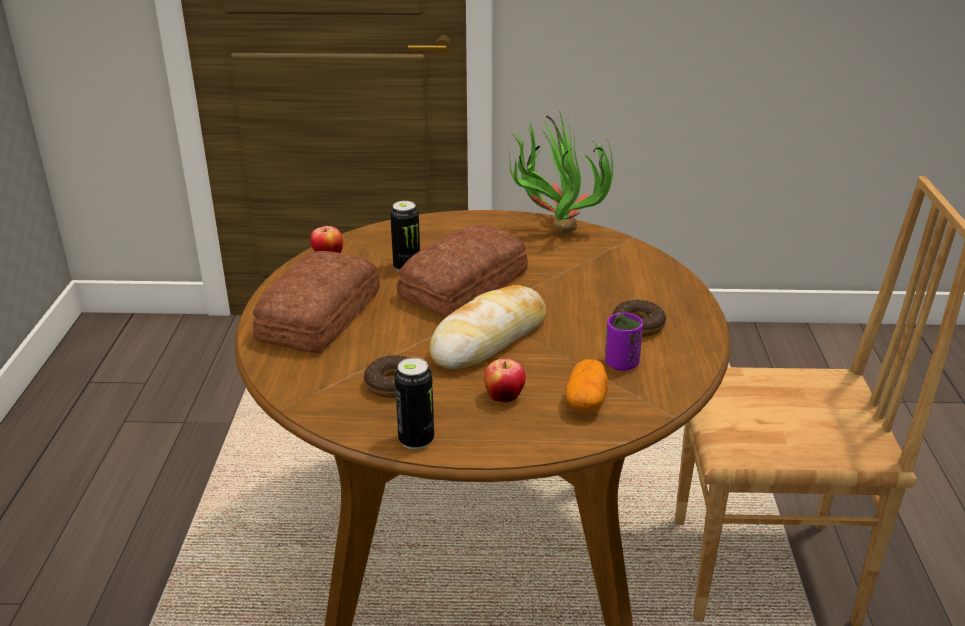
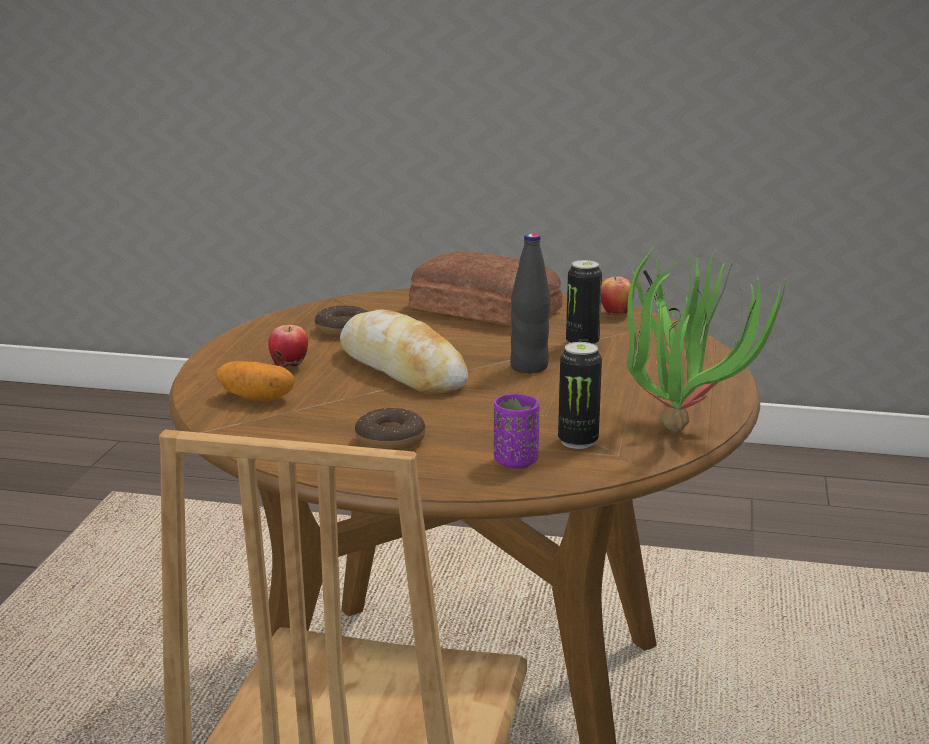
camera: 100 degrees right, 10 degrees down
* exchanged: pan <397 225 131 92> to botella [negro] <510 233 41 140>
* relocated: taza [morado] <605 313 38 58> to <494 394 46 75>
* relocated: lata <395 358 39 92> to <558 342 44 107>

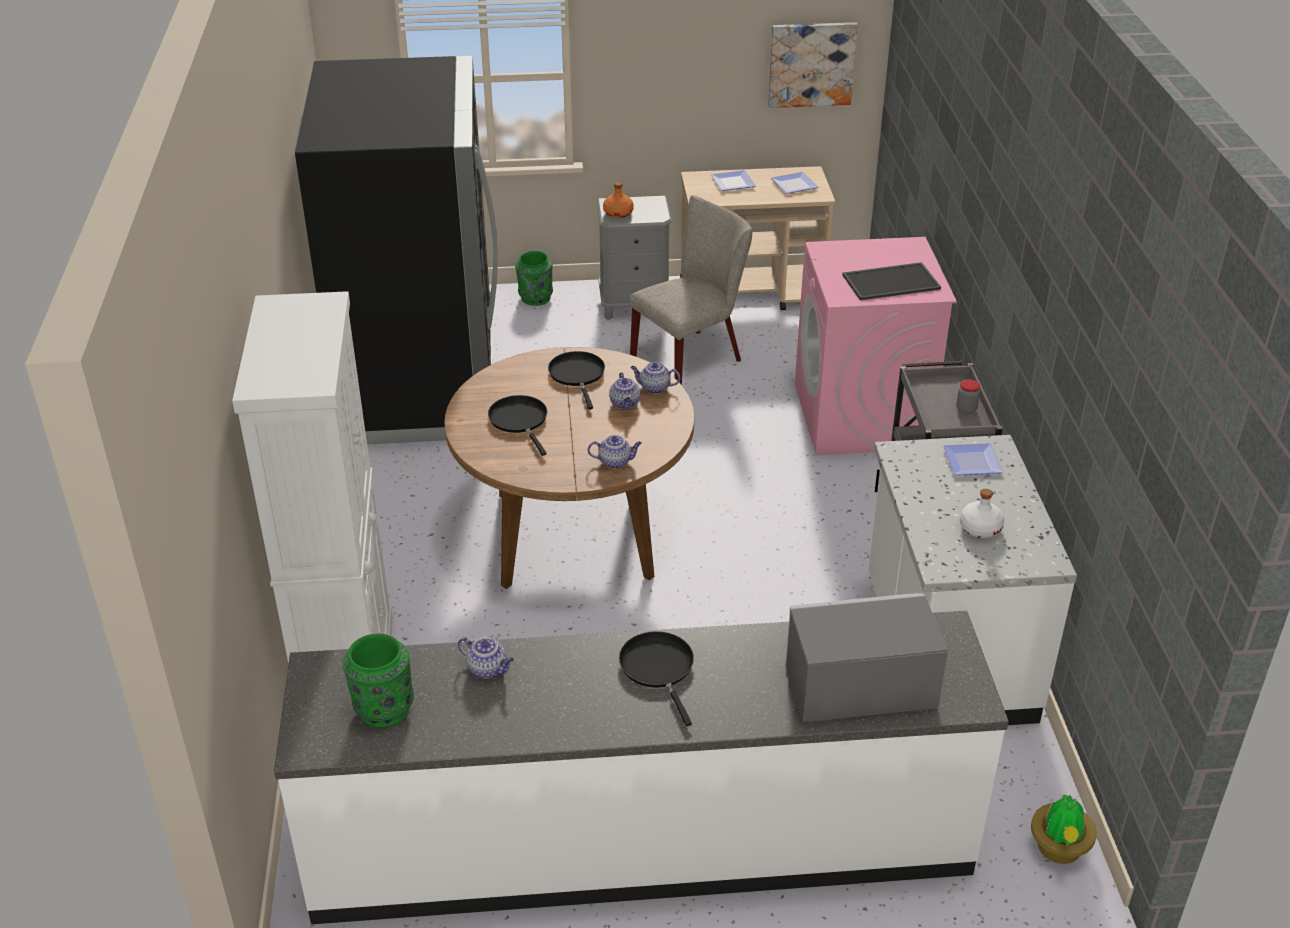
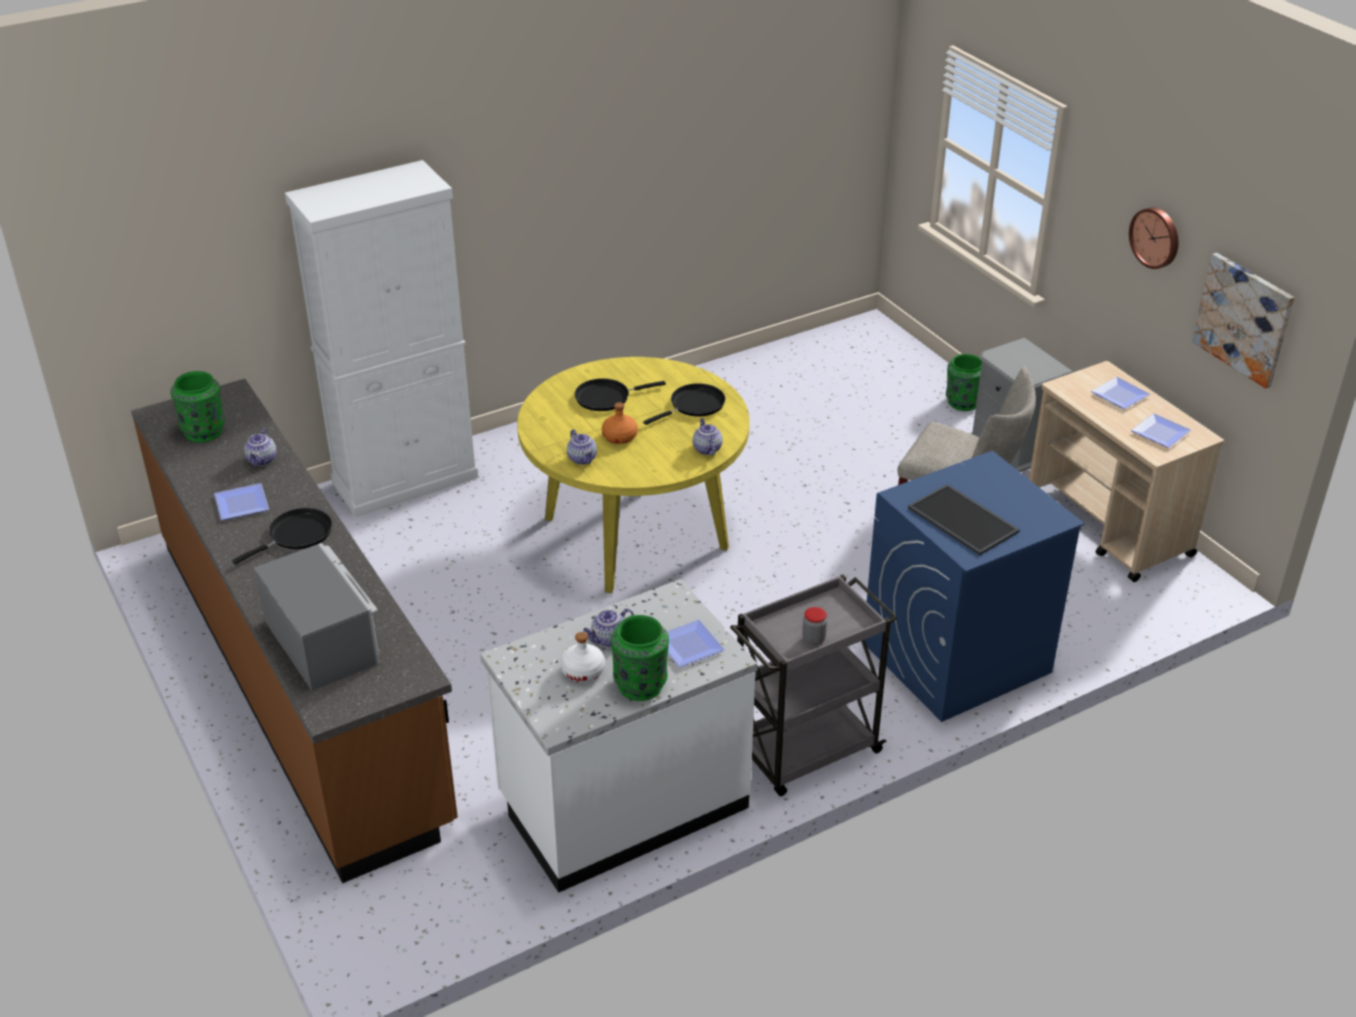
camera: 65 degrees right, 0 degrees up
* missing: nevera [negro] <295 56 203 389>
* relocated: botella [naranja] <603 182 31 36> to <602 402 36 42>
* colour: lavadora [rosa] <795 237 162 219> to lavadora [azul] <865 451 220 271>
* colour: mesa de comedor [marrón] <444 347 251 242> to mesa de comedor [amarillo] <517 357 233 236>
* relocated: tetera <609 372 32 37> to <583 608 51 39>
* spun: sartén [negro] <488 395 59 61> = <575 378 91 33> 150 degrees counterclockwise
* colour: mueble bajo de cocina [blanco] <274 611 735 313> to mueble bajo de cocina [marrón] <131 379 327 504>
* missing: planta en maceta <1031 793 66 71>
* appeared: reloj de pared <1129 207 49 62>
* appeared: plato <214 483 55 37>
* appeared: florero [verde] <611 615 58 86>

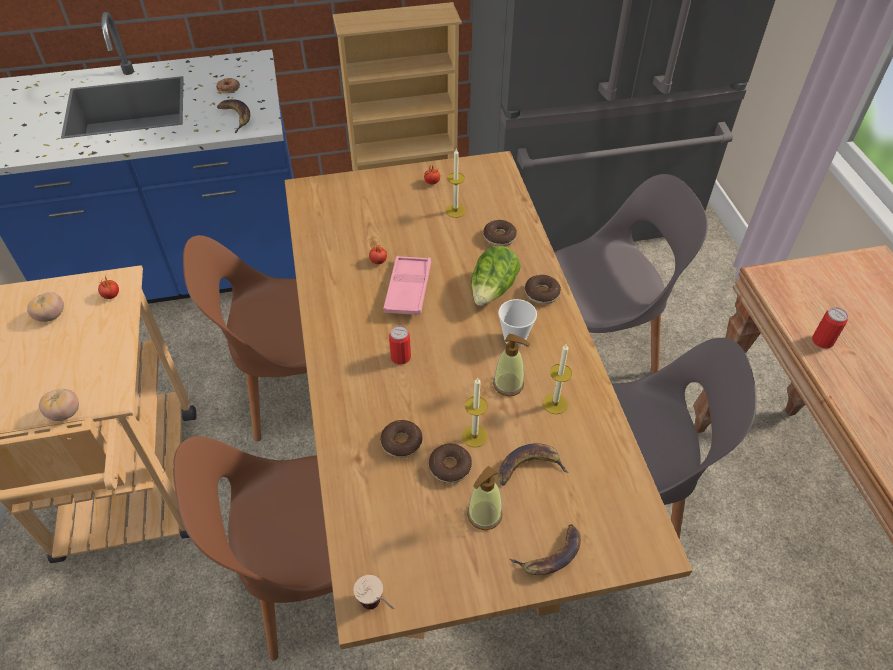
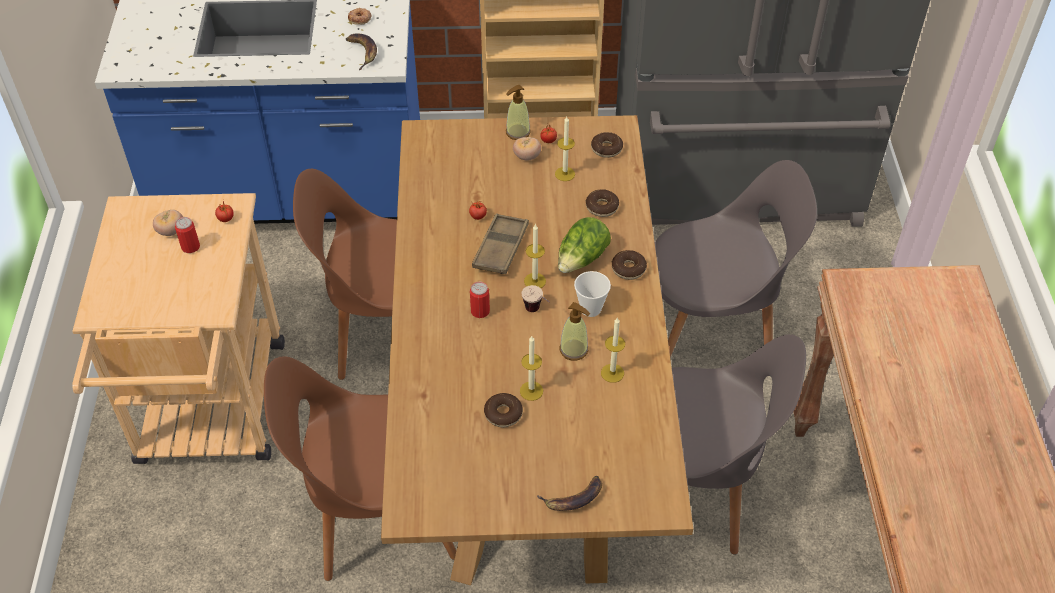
camera: 10 degrees right, 0 degrees up
* colour: bandeja [rosa] <383 256 48 59> to bandeja [marrón] <472 213 57 61>
* relocated: lata <812 307 36 42> to <175 217 25 36>
* relocated: tomate <39 389 40 32> to <513 137 28 24>
* relocated: rosquilla <380 420 42 38> to <591 132 32 26>
* missing: plátano <498 443 71 42>
* relocated: dispensador de jabón <467 466 36 64> to <506 85 25 55>
* relocated: taza <353 575 41 35> to <521 285 29 27>
* appeared: vela <524 224 22 64>

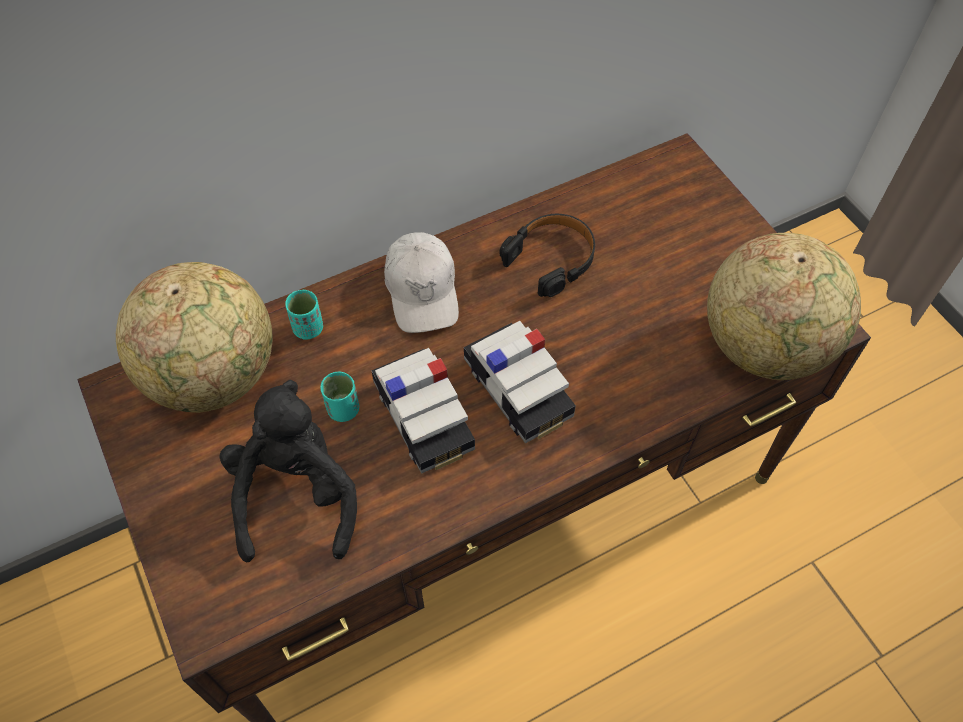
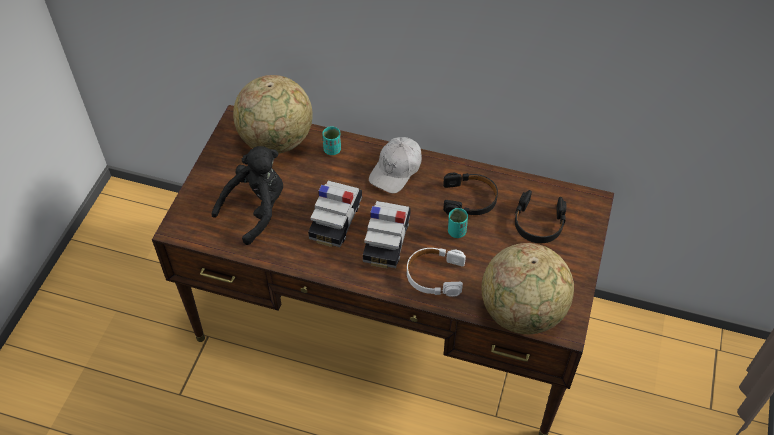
camera: 45 degrees right, 5 degrees down
* relocated: taza [turquesa] <320 371 39 51> to <448 208 20 30>
* appeared: auriculares [negro] <514 190 52 53>
* appeared: auriculares [blanco] <407 248 59 49>

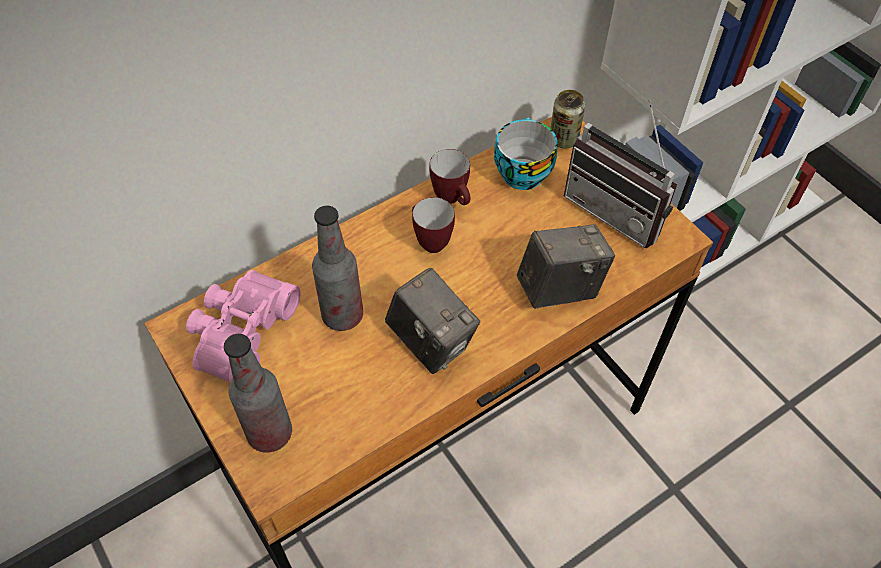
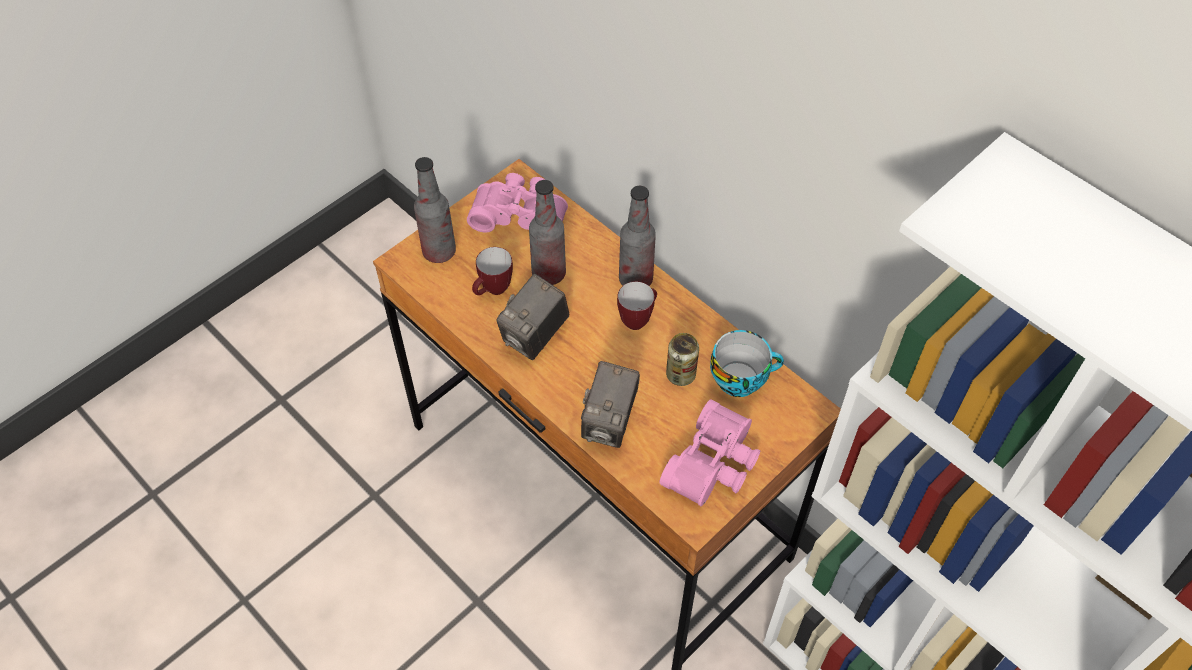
camera: 80 degrees right, 0 degrees up
* relocated: lata <550 90 35 59> to <666 333 33 53>
* exchanged: radio <564 99 113 149> to prismáticos [rosa] <659 399 101 107>
* relocated: taza grande <429 149 42 56> to <472 247 41 48>
* spun: cámara <517 224 98 85> = <581 361 59 87> 45 degrees clockwise
* appeared: botella <619 186 37 100>

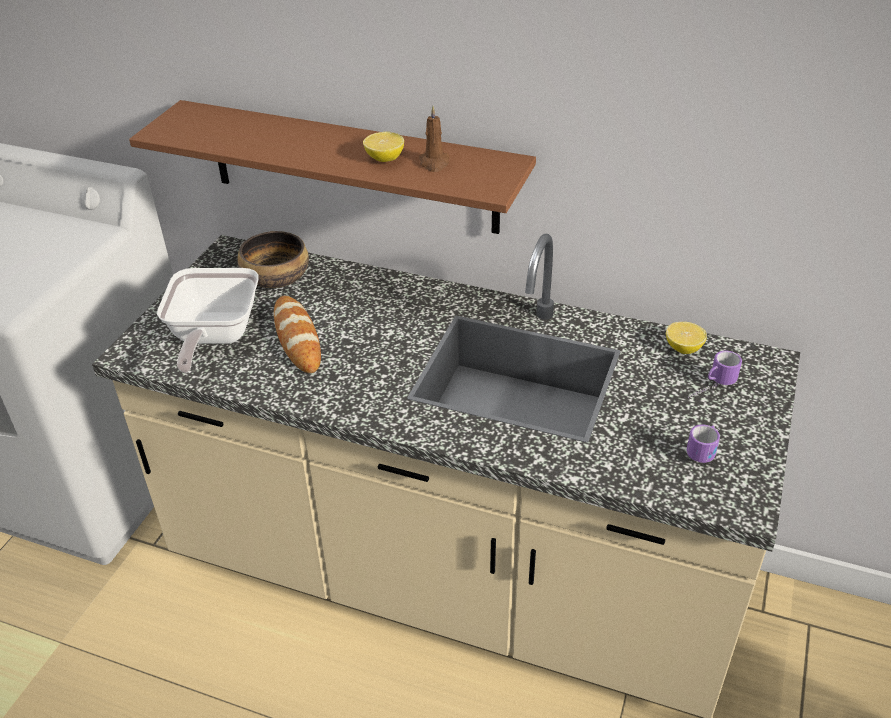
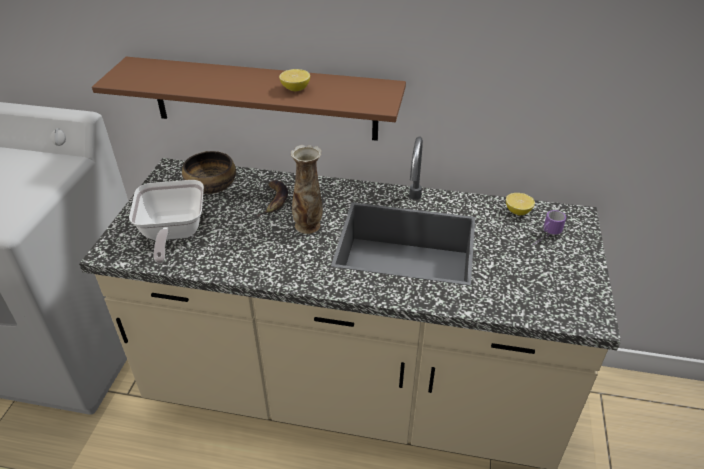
camera: 10 degrees left, 0 degrees up
* missing: vela [marrón] <419 106 31 66>
* missing: pan <274 296 47 77>
* missing: taza grande <687 424 33 39>
* appeared: florero <291 145 31 89>
* appeared: plátano <257 180 31 37>

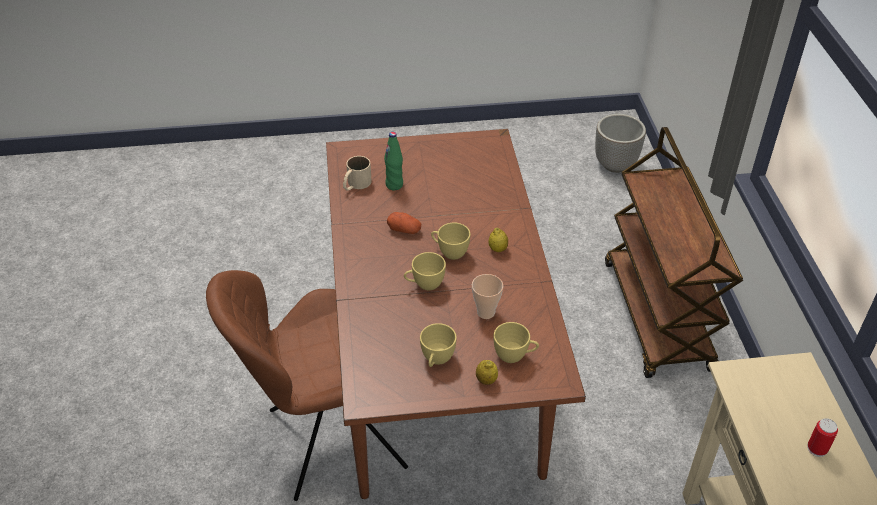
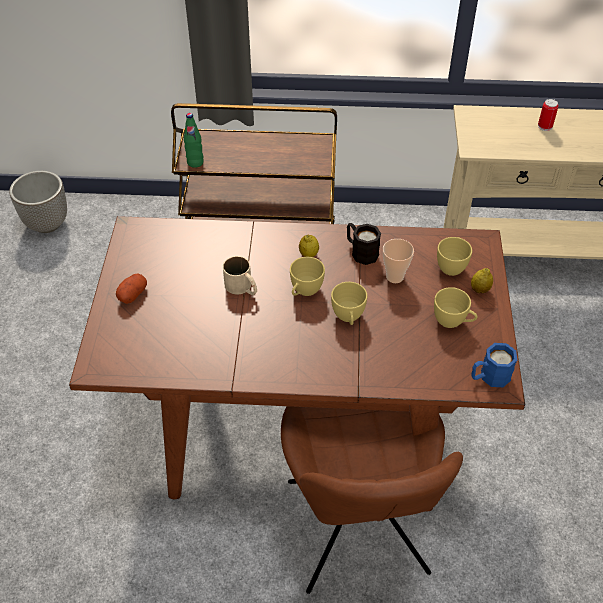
camera: 80 degrees left, 5 degrees up
* relocated: botella [verde] <384 132 19 58> to <184 113 20 55>
* relocated: taza grande [beis] <343 156 29 35> to <223 256 34 39>
* relocated: patata <387 212 34 22> to <116 273 31 31>
* appeared: taza grande [negro] <347 223 34 42>
* appeared: taza grande [azul] <471 343 46 44>

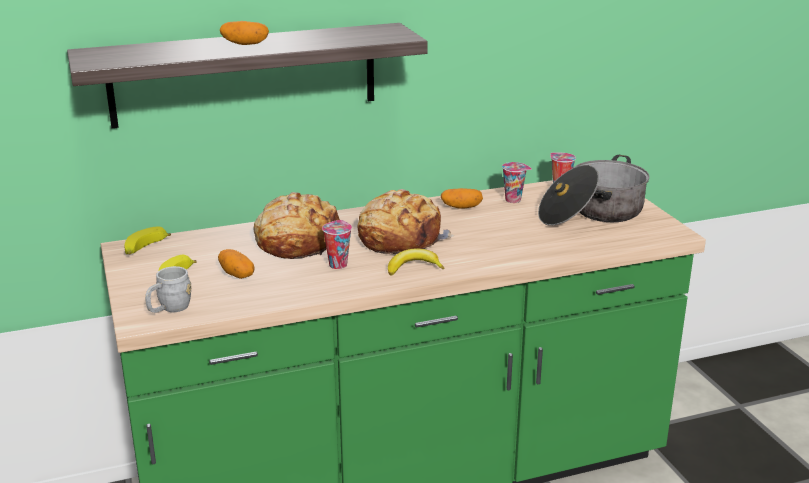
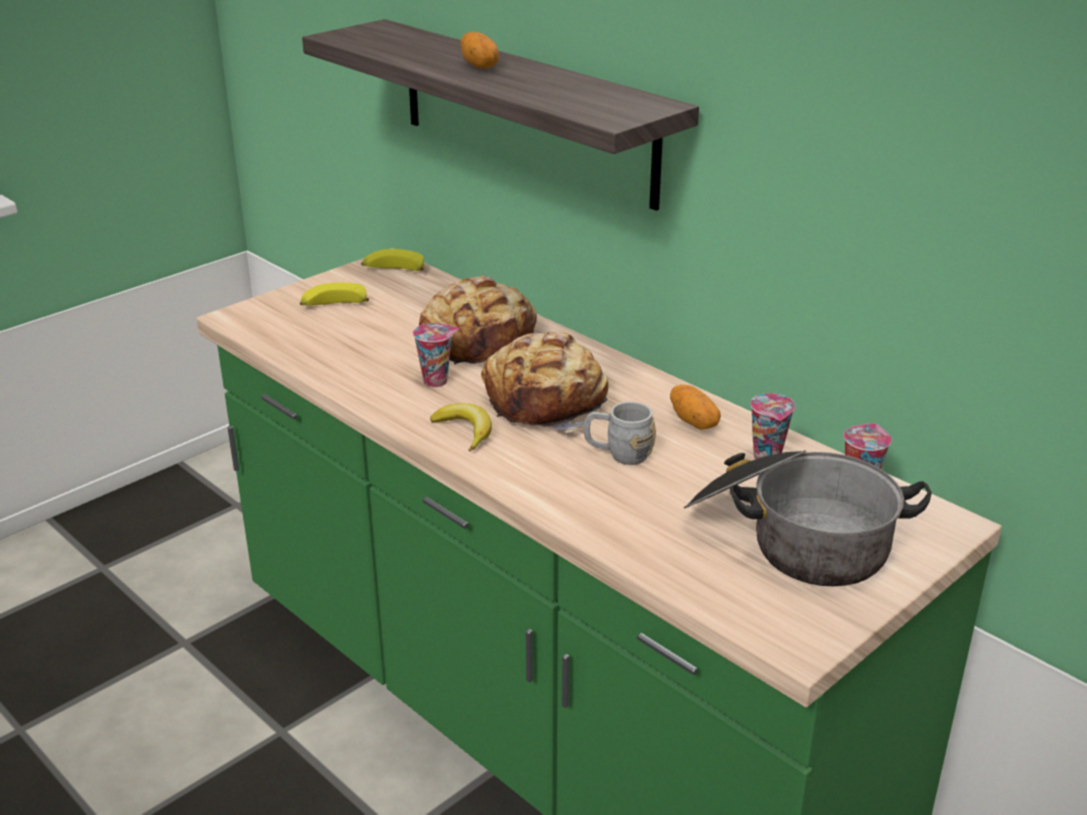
camera: 65 degrees right, 5 degrees up
* missing: patata <218 249 37 30>
* relocated: taza grande [gris] <145 266 47 47> to <584 401 72 64>

